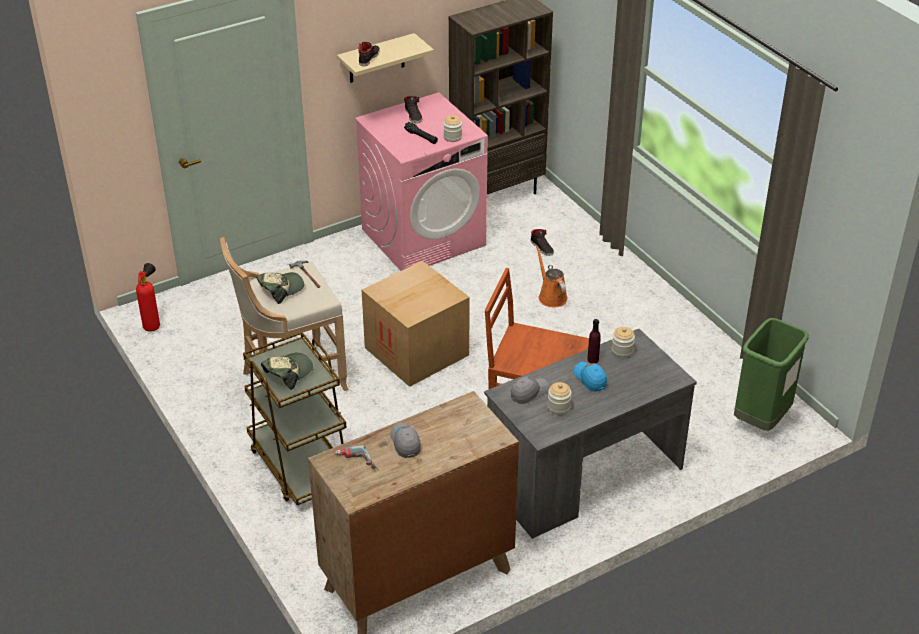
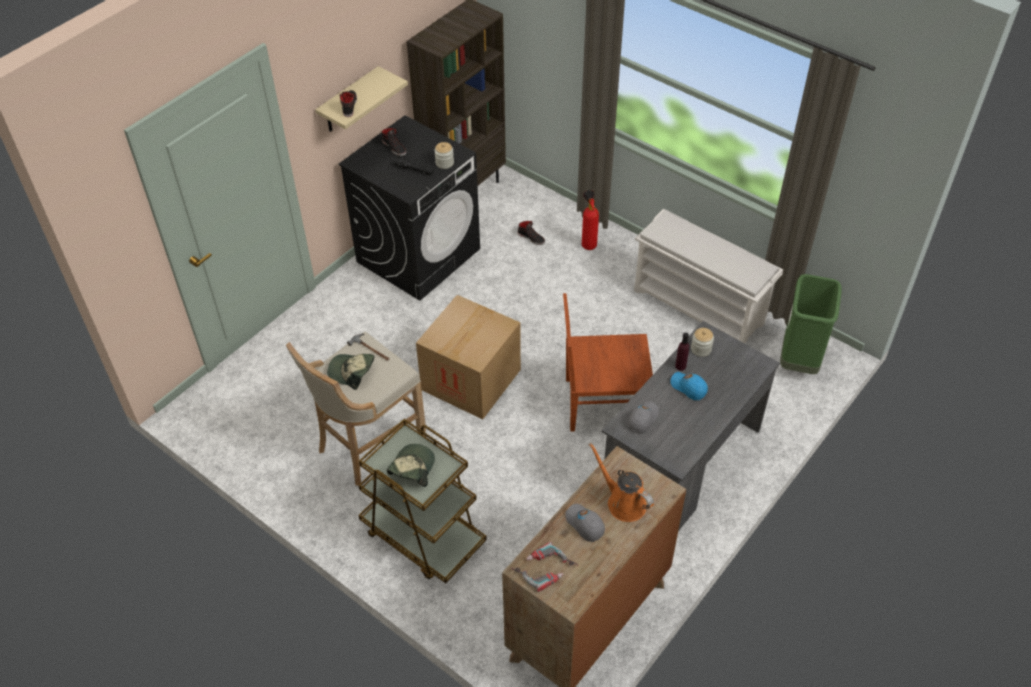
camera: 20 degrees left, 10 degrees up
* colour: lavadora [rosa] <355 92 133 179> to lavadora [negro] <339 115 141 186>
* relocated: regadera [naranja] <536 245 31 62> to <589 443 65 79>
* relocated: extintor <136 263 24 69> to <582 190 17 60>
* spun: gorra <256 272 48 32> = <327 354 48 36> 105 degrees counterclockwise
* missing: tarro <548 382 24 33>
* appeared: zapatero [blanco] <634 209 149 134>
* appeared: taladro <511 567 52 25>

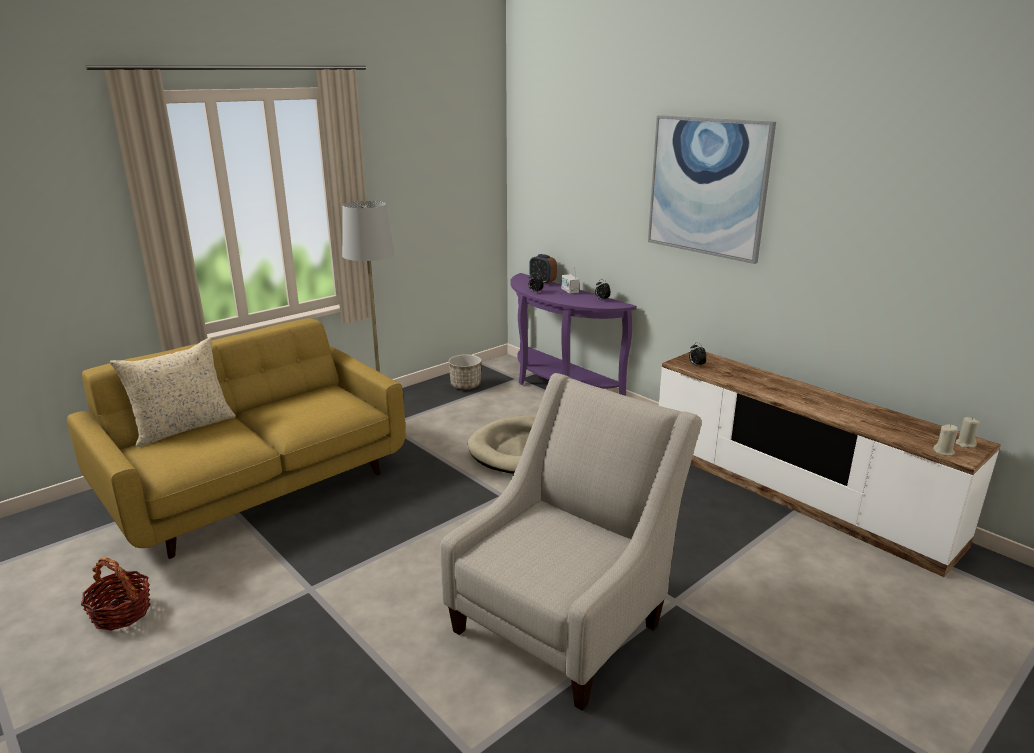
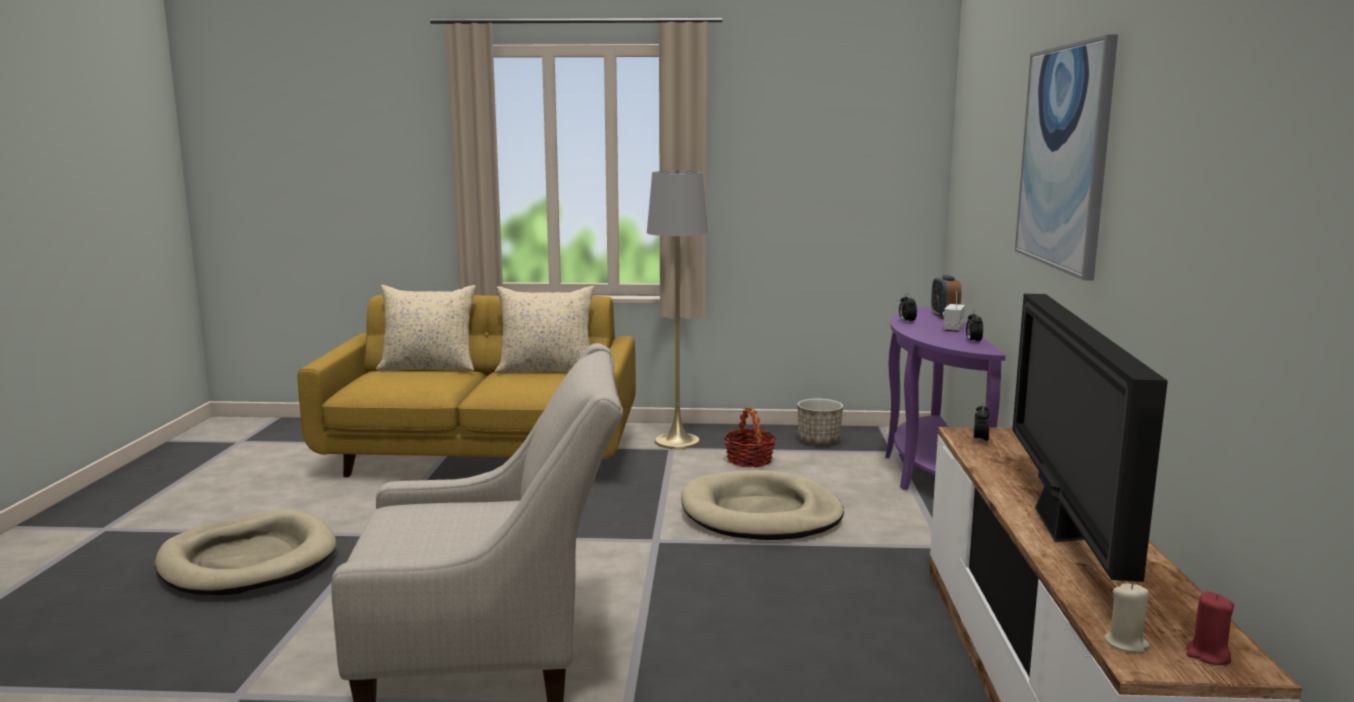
camera: 45 degrees right, 10 degrees down
* colour: vela [beis] <955 417 25 31> to vela [rojo] <1186 591 48 74>
* relocated: cesta <81 558 70 73> to <723 407 53 60>
* appeared: cojín [beis] <495 286 99 88>
* appeared: televisor <1012 294 156 288>
* appeared: cama para perro [beis] <155 510 181 85>

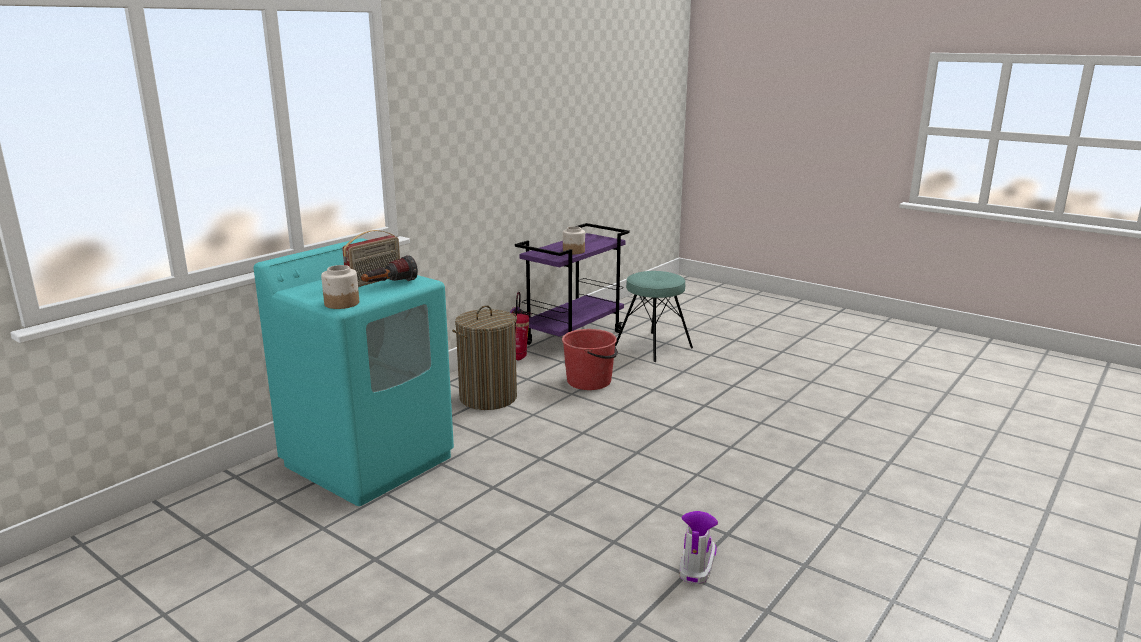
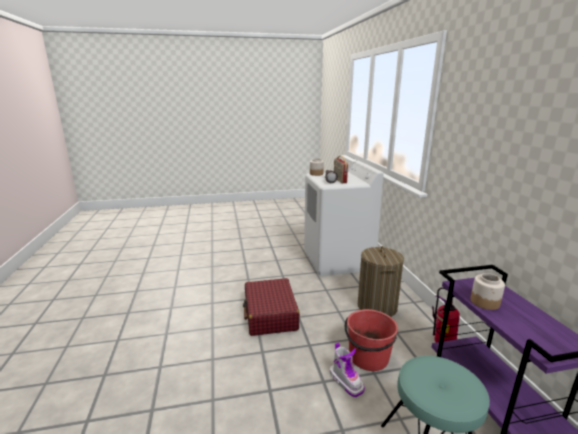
camera: 130 degrees right, 0 degrees up
* colour: lavadora [turquesa] <254 238 200 268> to lavadora [blanco] <304 161 80 115>
* relocated: bota <679 511 39 73> to <330 342 35 55>
* appeared: maleta [rojo] <243 278 57 58>

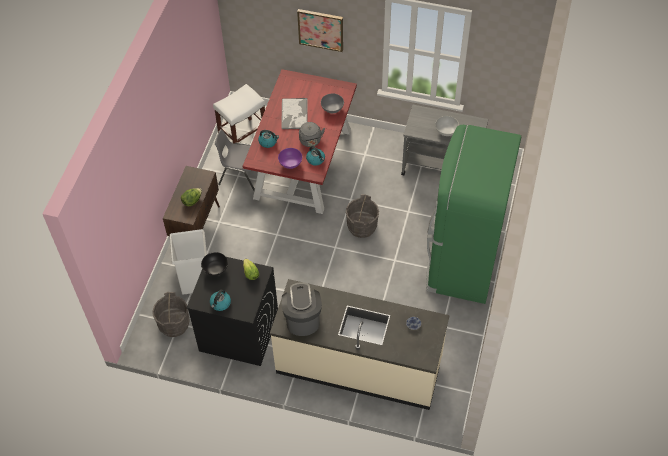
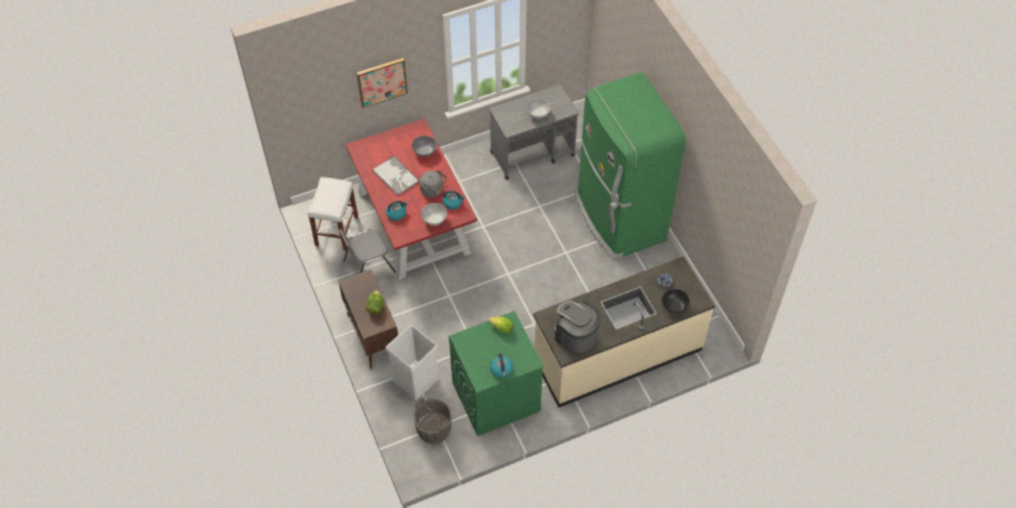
camera: 40 degrees left, 0 degrees up
* colour: cuenco [morado] <278 148 24 21> to cuenco [blanco] <421 203 26 23>
* missing: cubo [gris] <346 194 33 44>
* relocated: cuenco [negro] <201 252 27 24> to <662 289 28 25>
* colour: lavadora [negro] <187 253 91 113> to lavadora [verde] <449 311 95 125>

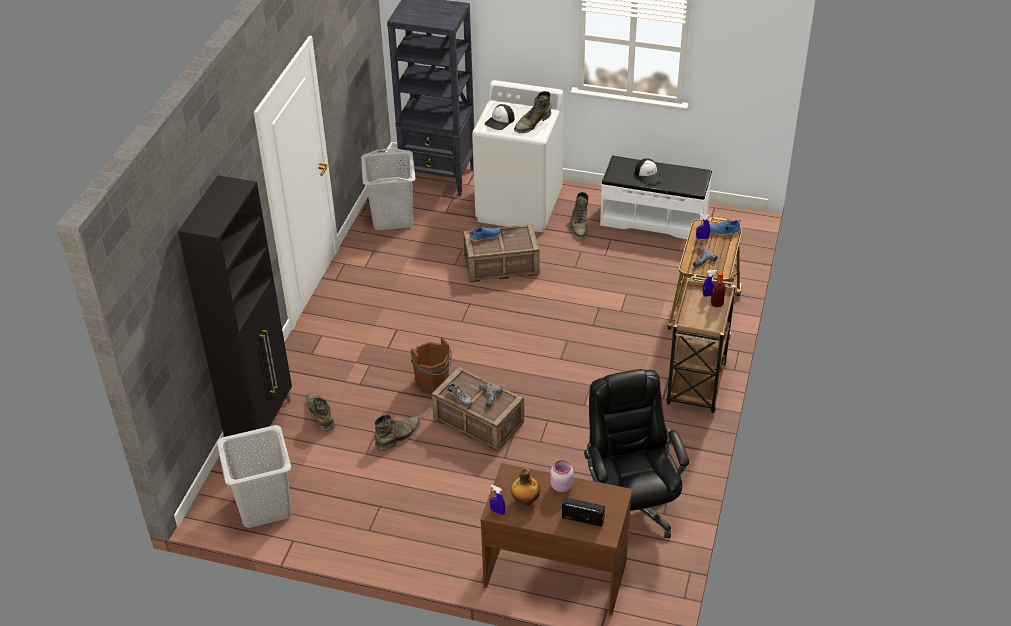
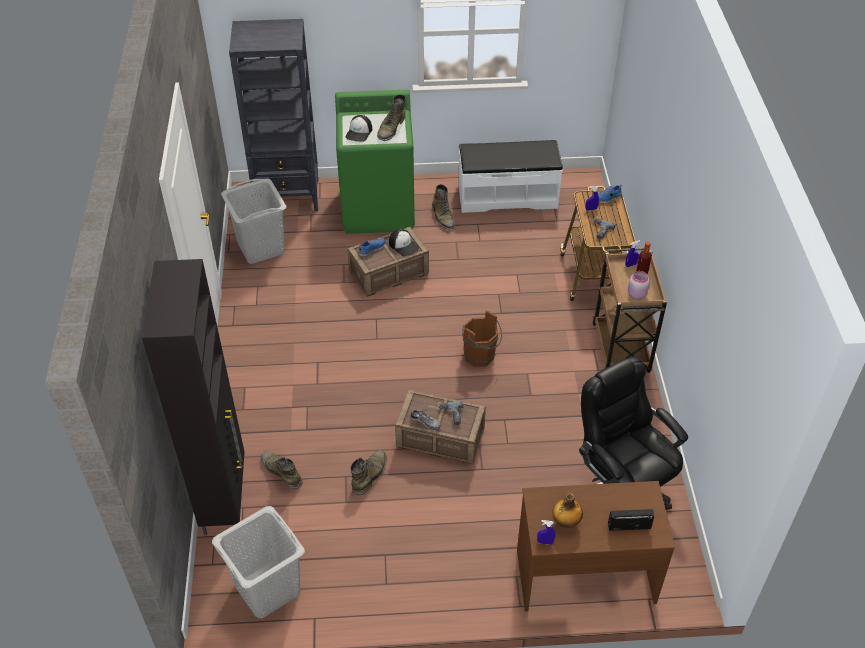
camera: 20 degrees left, 5 degrees up
* colour: lavadora [blanco] <472 80 92 152> to lavadora [verde] <335 90 80 144>
* relocated: gorra <635 158 27 26> to <389 229 30 27>
* relocated: cubo [marrón] <411 337 41 57> to <462 310 40 57>
* relocated: tarro [rosa] <550 460 23 32> to <628 271 22 28>

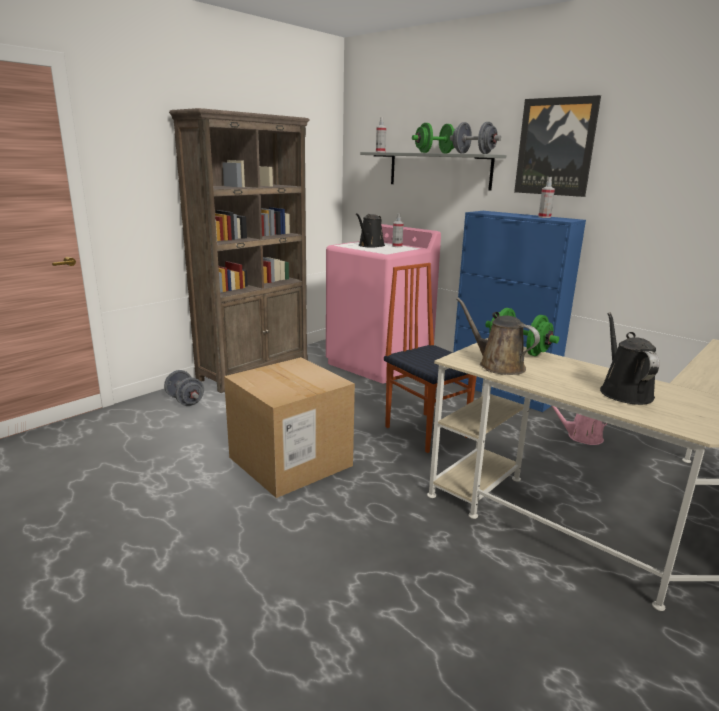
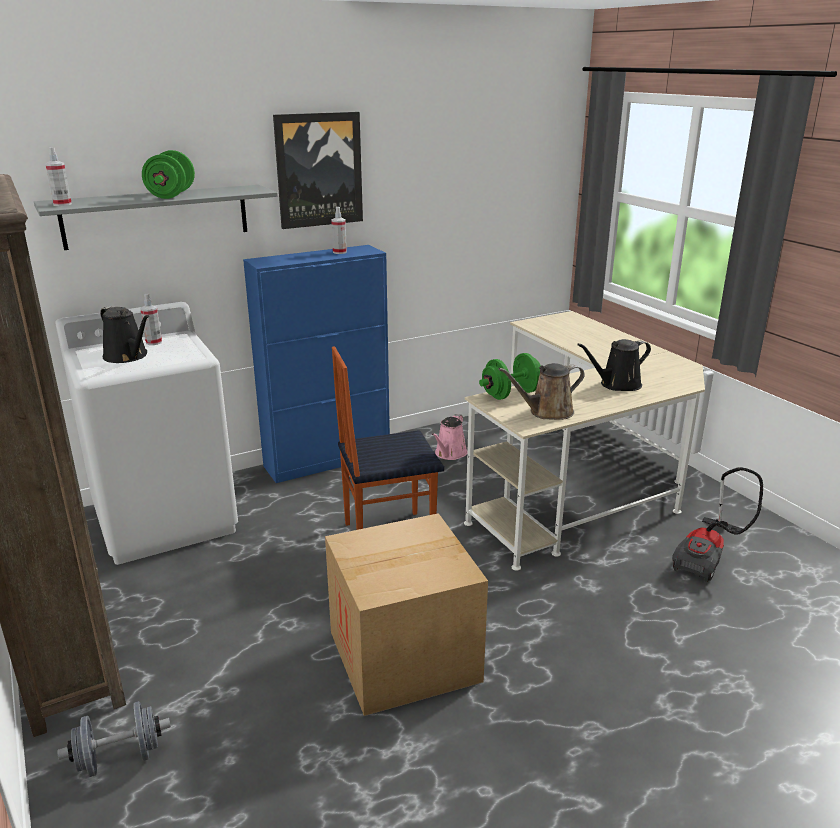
camera: 70 degrees left, 5 degrees up
* missing: mancuerna [gris] <450 122 51 32>
* colour: lavadora [rosa] <326 224 115 159> to lavadora [blanco] <55 302 183 263>
* spun: regadera [negro] <600 313 59 92> = <577 339 74 52> 45 degrees counterclockwise
* appeared: aspiradora <672 467 91 115>

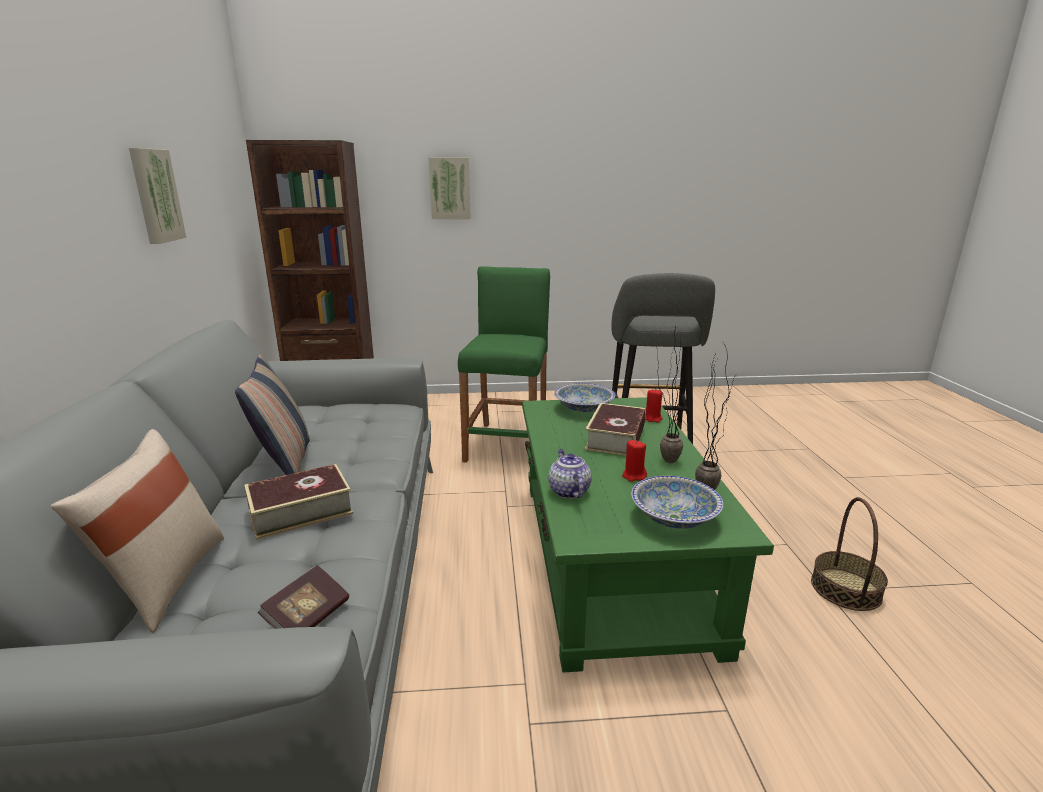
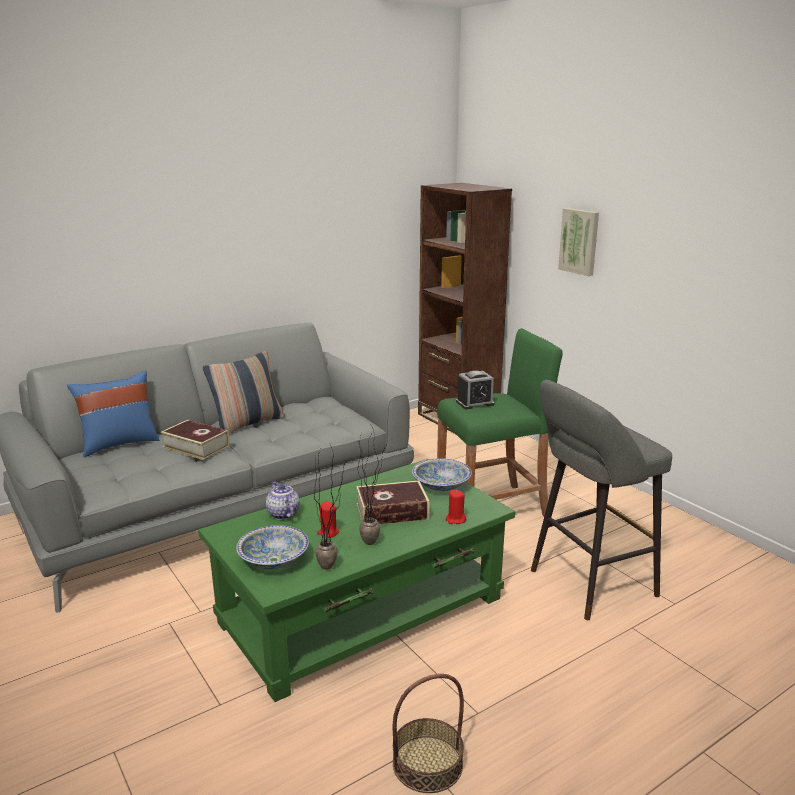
camera: 60 degrees right, 0 degrees up
* missing: cuadro <129 148 57 96>
* colour: cojín [beis] <51 429 173 204> to cojín [azul] <67 371 92 86>
* spun: tetera <548 449 44 50> = <266 481 34 39> 75 degrees counterclockwise
* missing: libro <258 565 91 64>
* appeared: despertador <456 371 38 38>

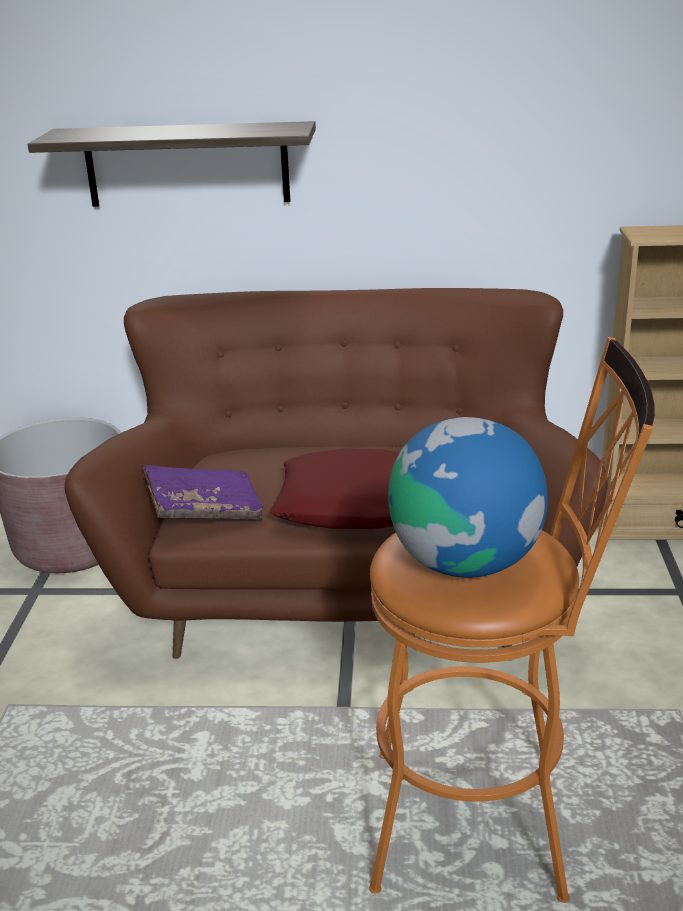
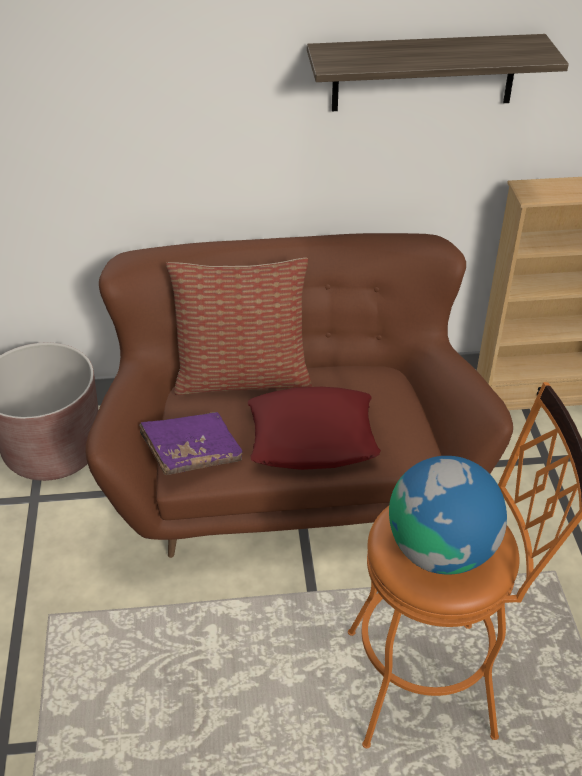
camera: 10 degrees left, 15 degrees up
* relocated: estante <28 121 288 86> to <307 34 262 77>
* appeared: cojín <166 258 146 137>

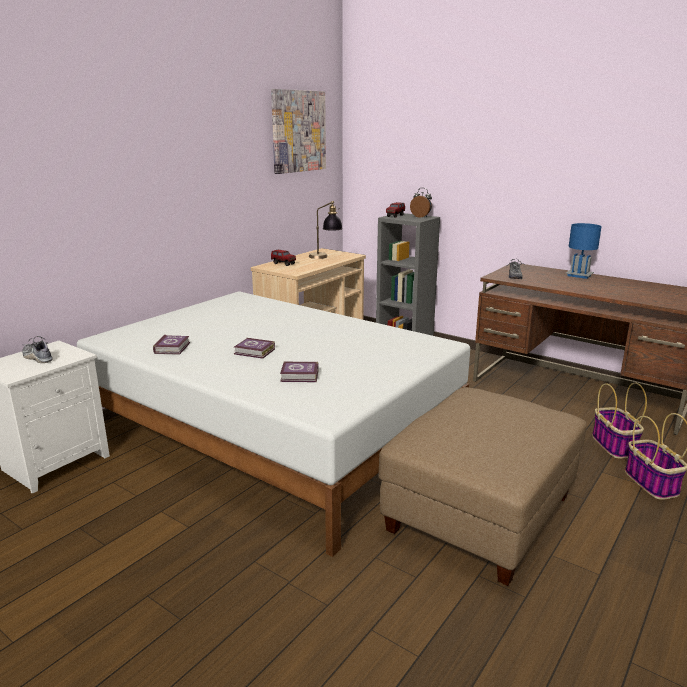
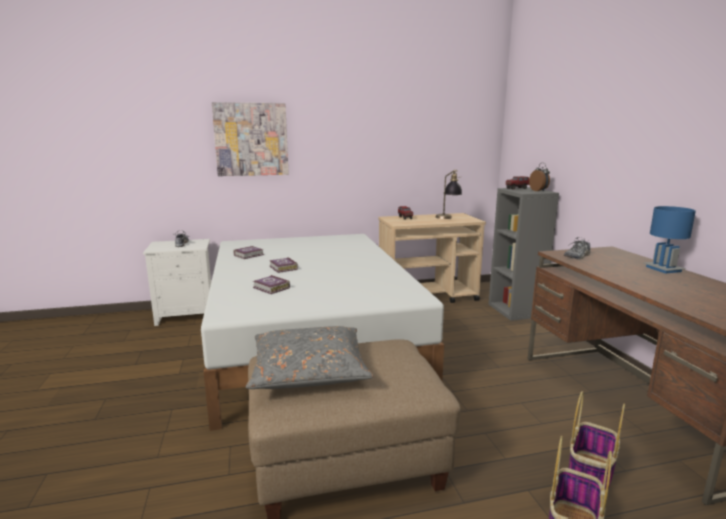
camera: 40 degrees right, 5 degrees down
* relocated: cuadro <271 89 55 85> to <212 102 77 74>
* appeared: cojín [gris] <246 326 128 63>

